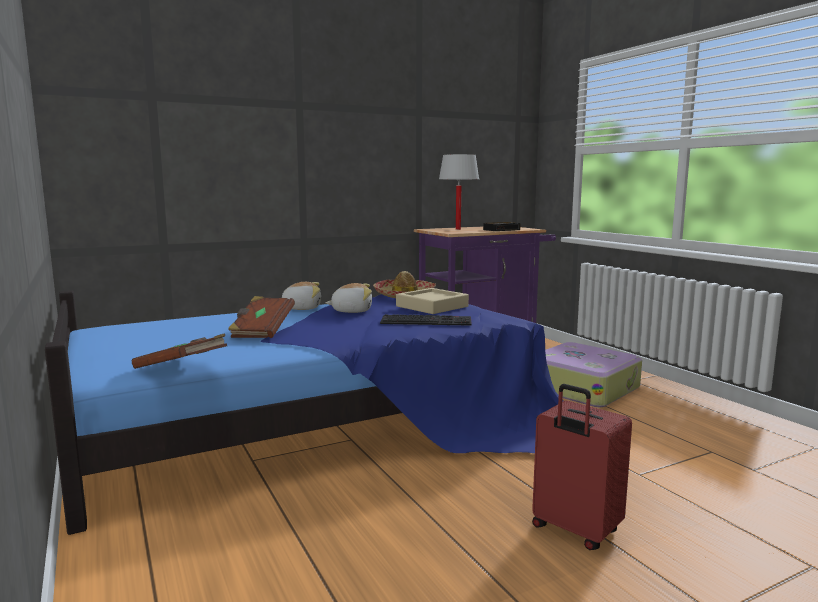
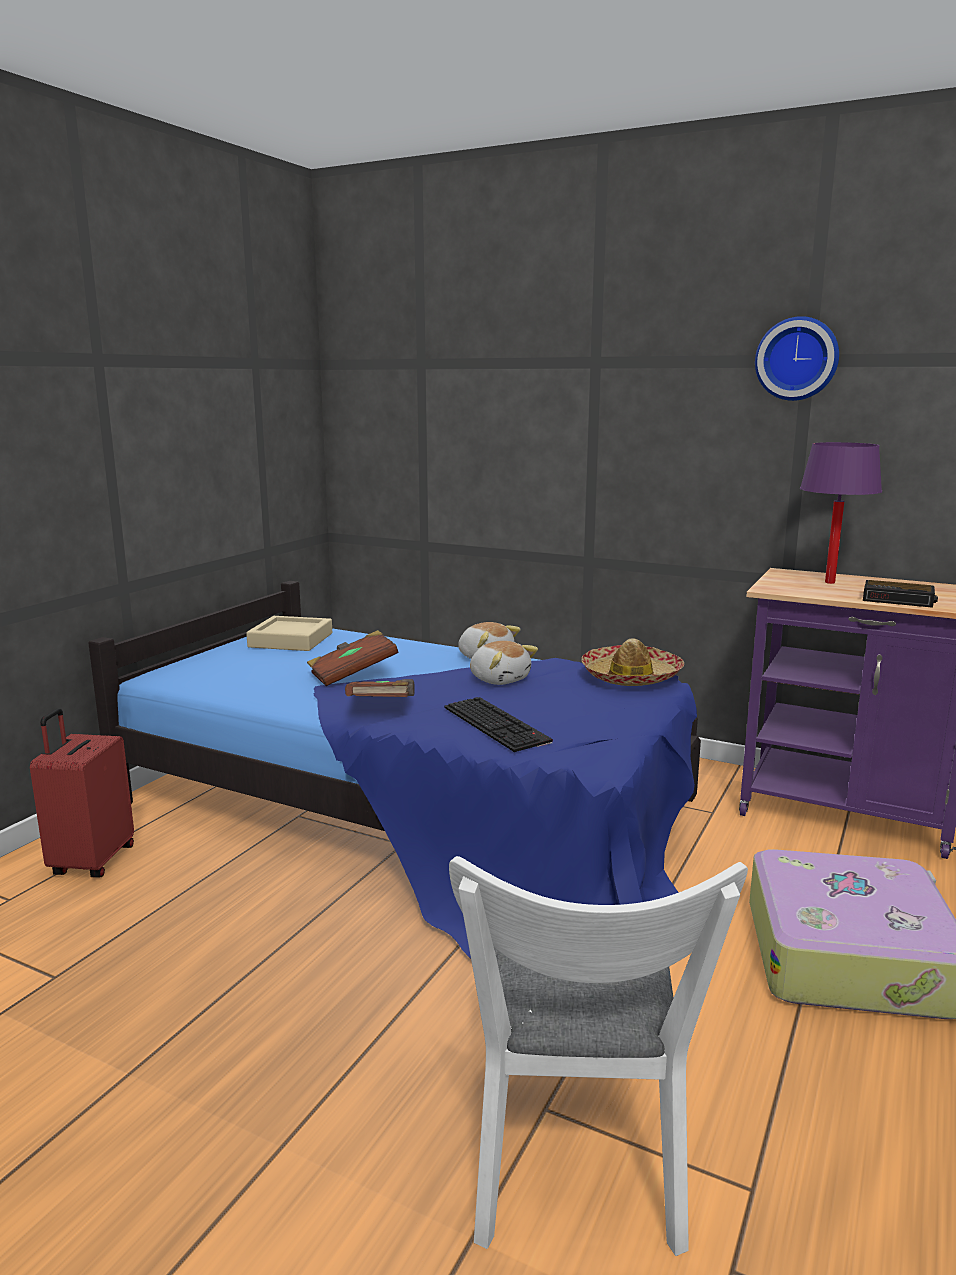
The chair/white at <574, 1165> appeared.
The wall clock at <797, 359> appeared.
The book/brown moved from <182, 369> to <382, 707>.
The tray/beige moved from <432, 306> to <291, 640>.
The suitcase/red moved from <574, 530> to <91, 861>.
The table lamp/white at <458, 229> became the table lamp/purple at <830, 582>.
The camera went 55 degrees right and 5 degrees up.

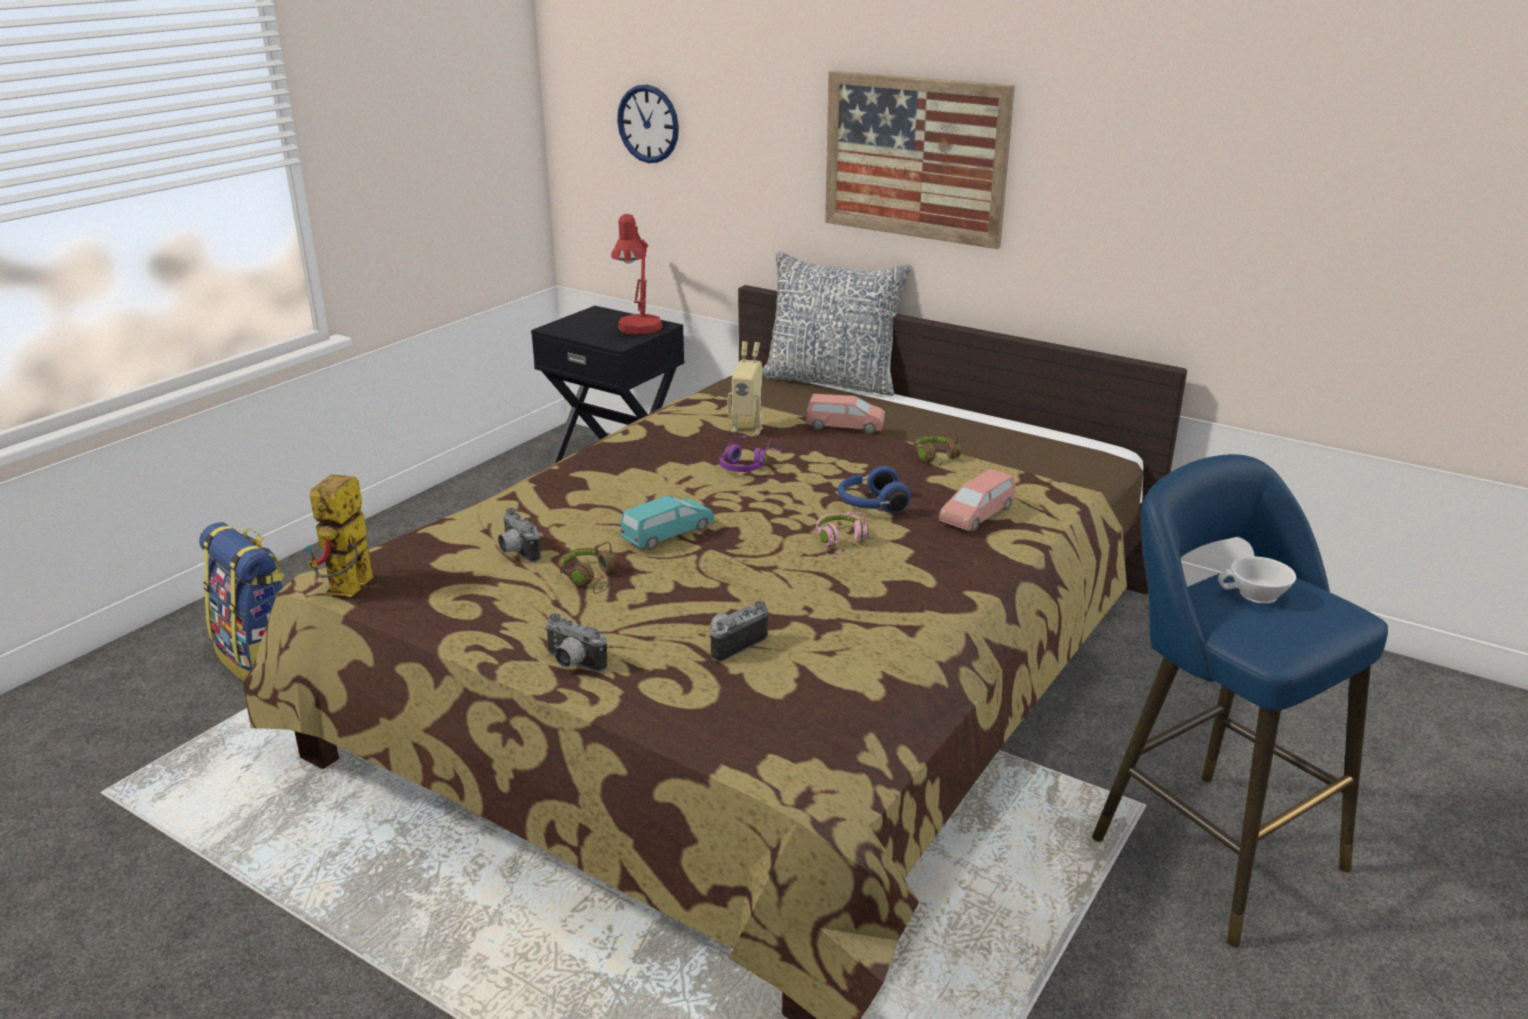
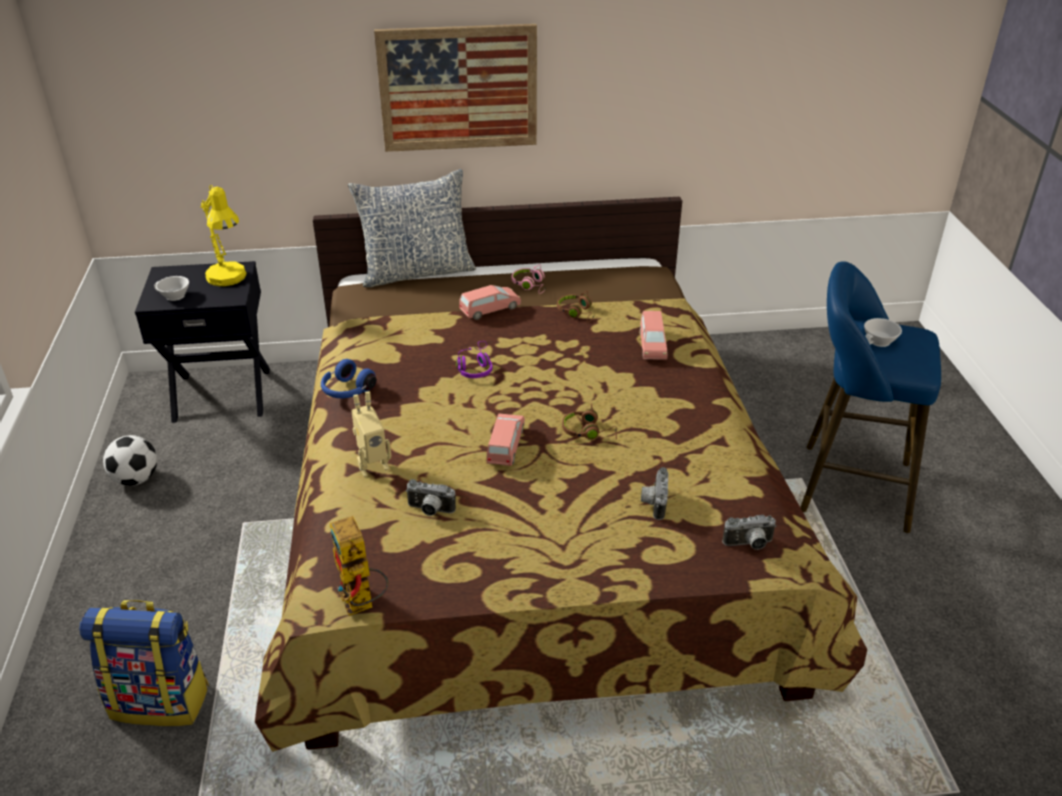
The wall clock at <648, 124> disappeared.
The football at <136, 479> appeared.
The cup/white at <173, 296> appeared.
The photo camera moved from <572, 664> to <749, 545>.
The headphones/brown moved from <591, 578> to <588, 431>.
The toy robot moved from <748, 428> to <372, 465>.
The headphones/pink moved from <840, 542> to <530, 285>.
The headphones/blue moved from <871, 505> to <347, 391>.
The table lamp/red at <638, 331> became the table lamp/yellow at <229, 280>.
The toy car/turquoise at <667, 534> became the toy car/pink at <505, 446>.
The camera went 40 degrees left and 10 degrees up.

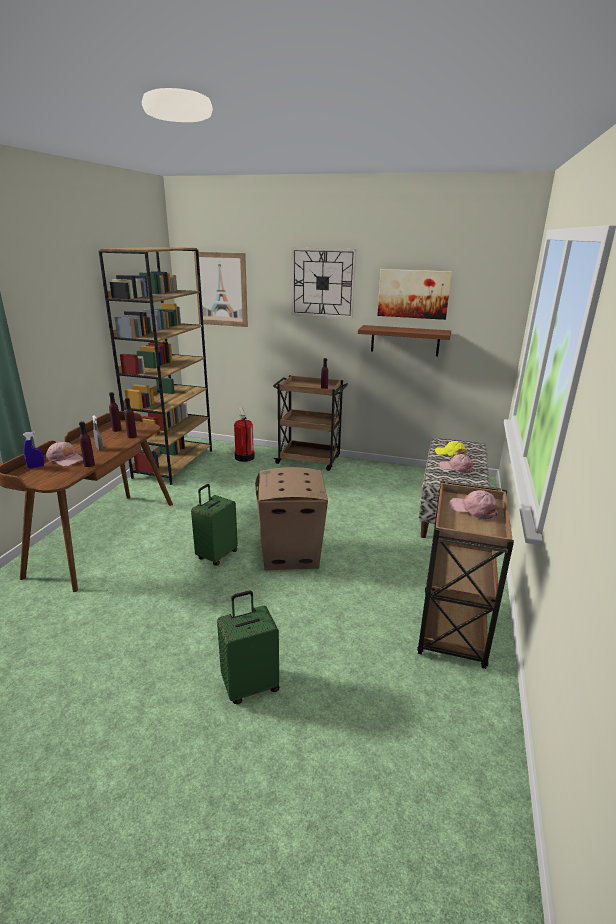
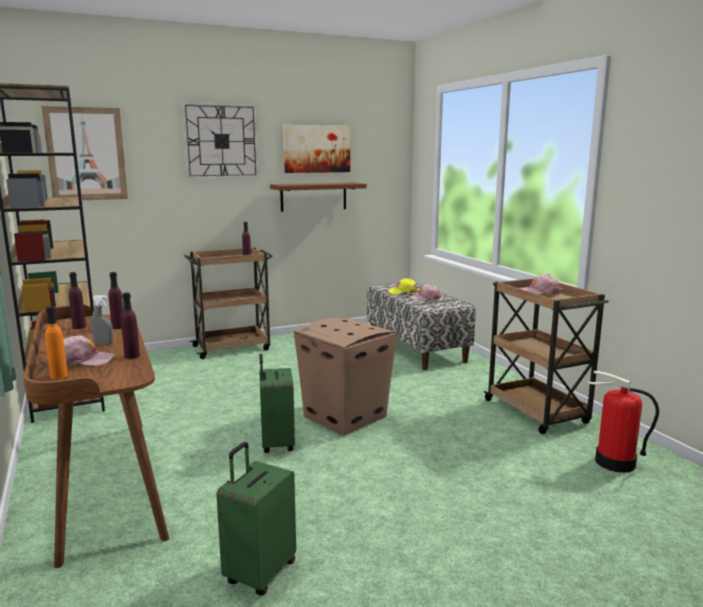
The suitcase/green moved from <250, 685> to <259, 573>.
The fire extinguisher moved from <244, 457> to <614, 463>.
The spray bottle/blue at <36, 467> was replaced by the bottle/orange at <59, 376>.
The camera went 40 degrees left and 10 degrees down.

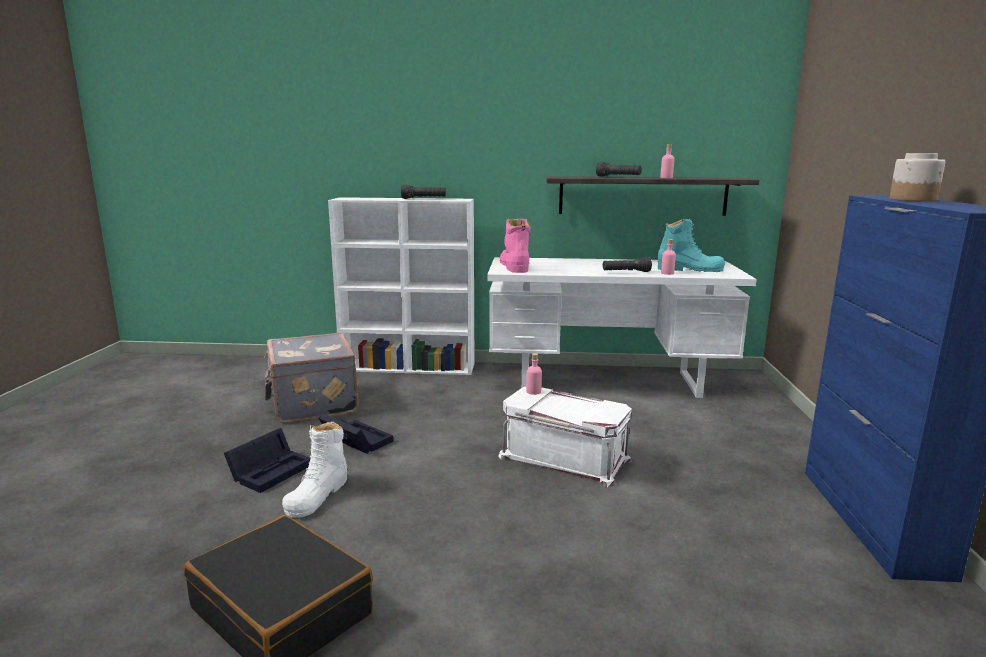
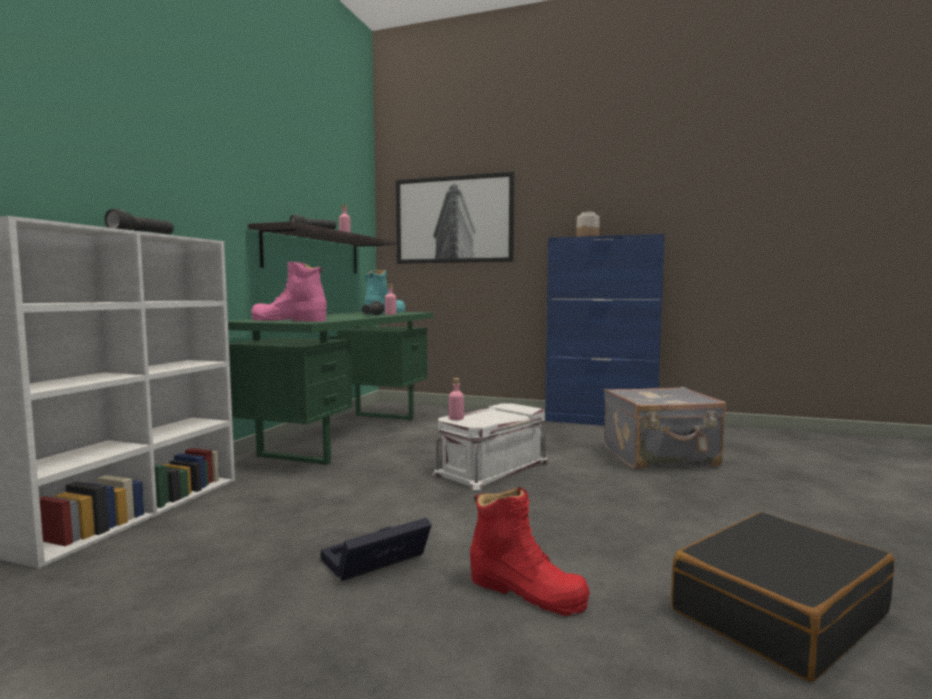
The storage box/black at <272, 470> disappeared.
The picture at <453, 220> appeared.
The suitcase/grey moved from <312, 403> to <660, 457>.
The boot/white at <317, 495> became the boot/red at <527, 591>.
The desk/white at <608, 382> became the desk/green at <345, 435>.
The camera went 75 degrees left and 10 degrees down.

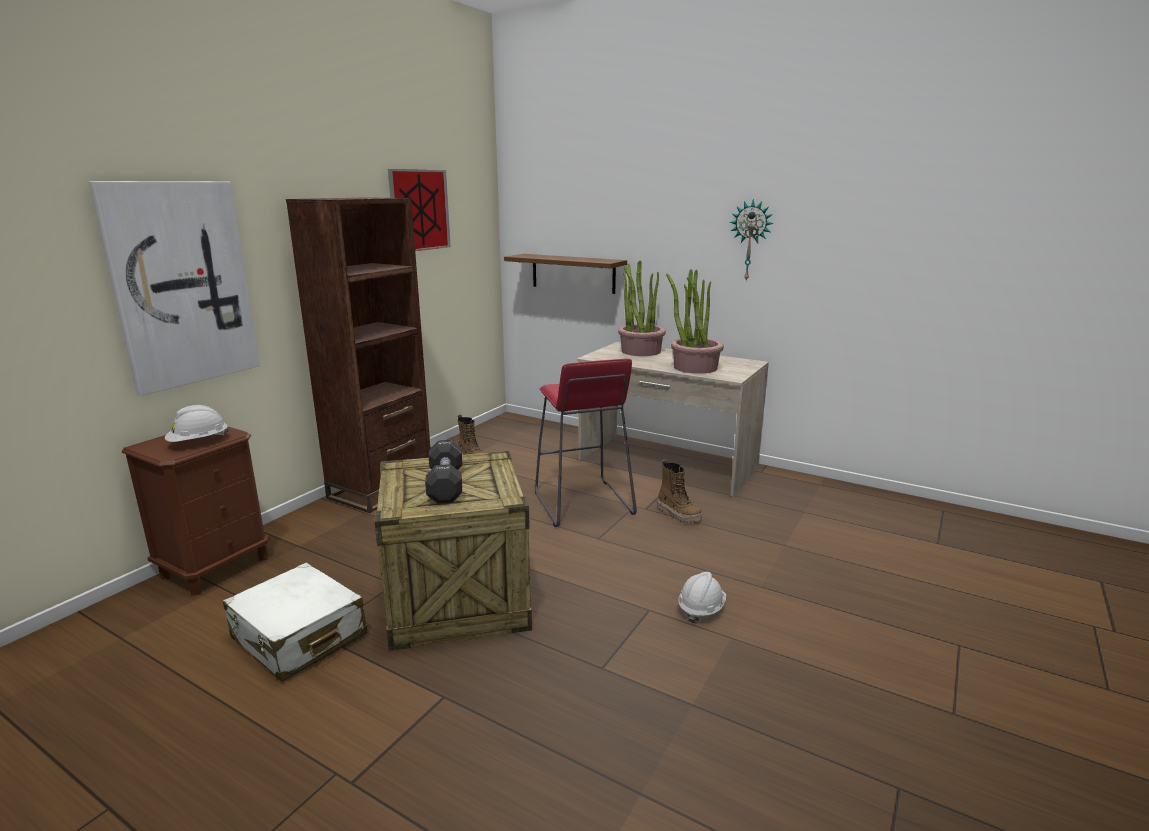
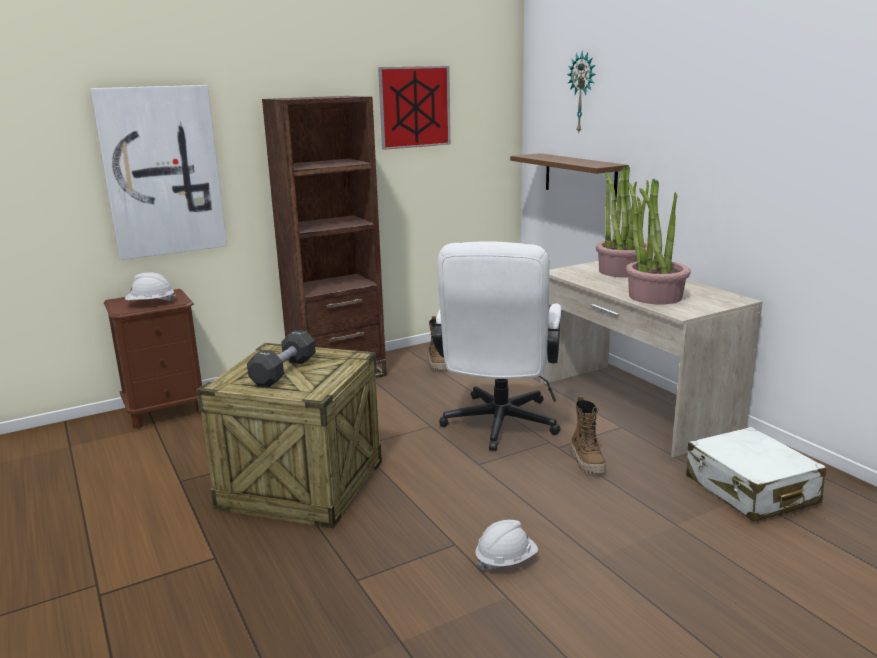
The suitcase/white moved from <299, 637> to <750, 490>.
The wall clock moved from <750, 241> to <583, 92>.
The stool/red at <582, 503> was replaced by the office chair/white at <498, 427>.
The camera went 30 degrees right and 0 degrees up.

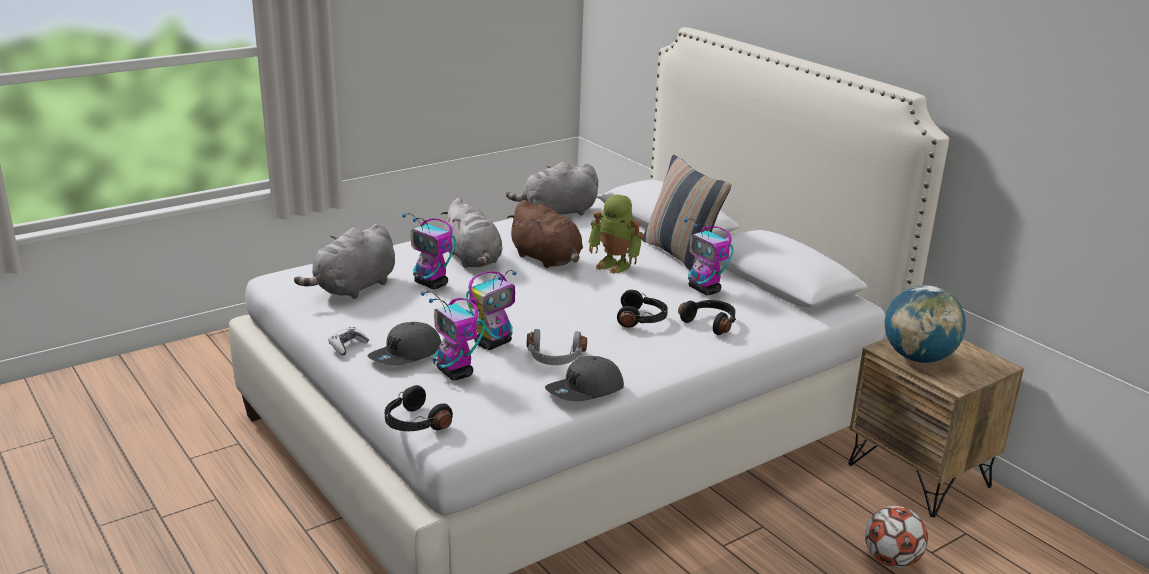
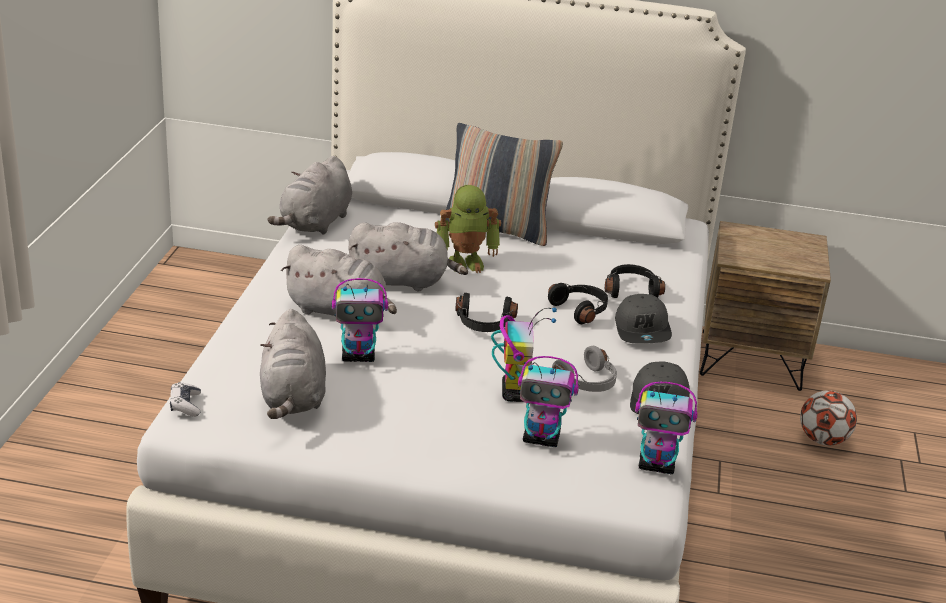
The globe at <918, 358> disappeared.
The game controller moved from <347, 346> to <185, 405>.
The cap/grey moved from <406, 356> to <643, 330>.
The headphones/black moved from <414, 423> to <484, 324>.
The toy robot moved from <705, 290> to <657, 465>.
The plush toy/brown at <547, 259> became the plush toy/grey at <403, 281>.
The camera went 45 degrees left and 5 degrees up.

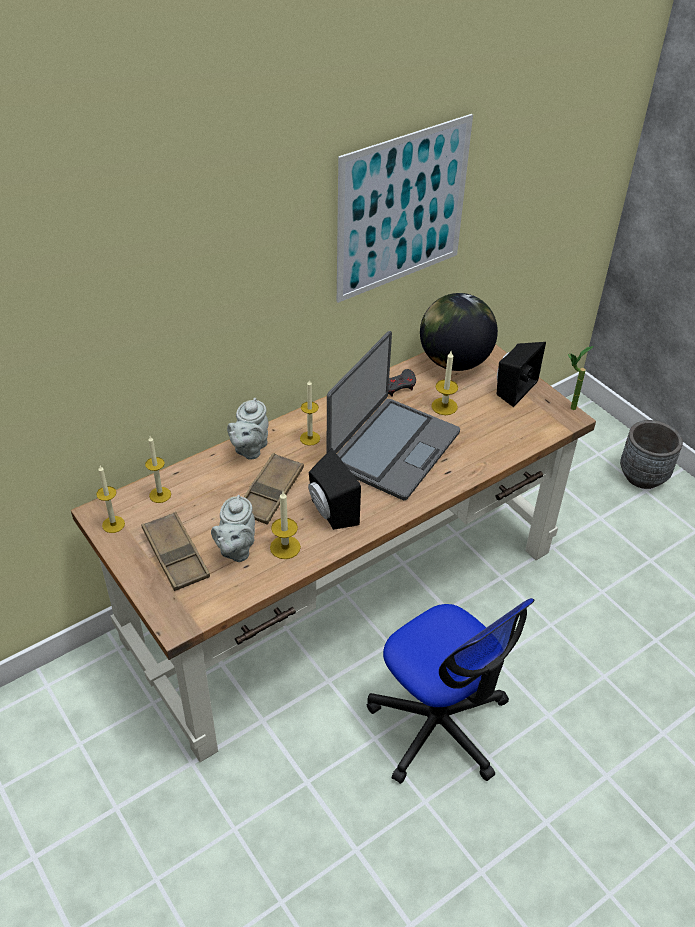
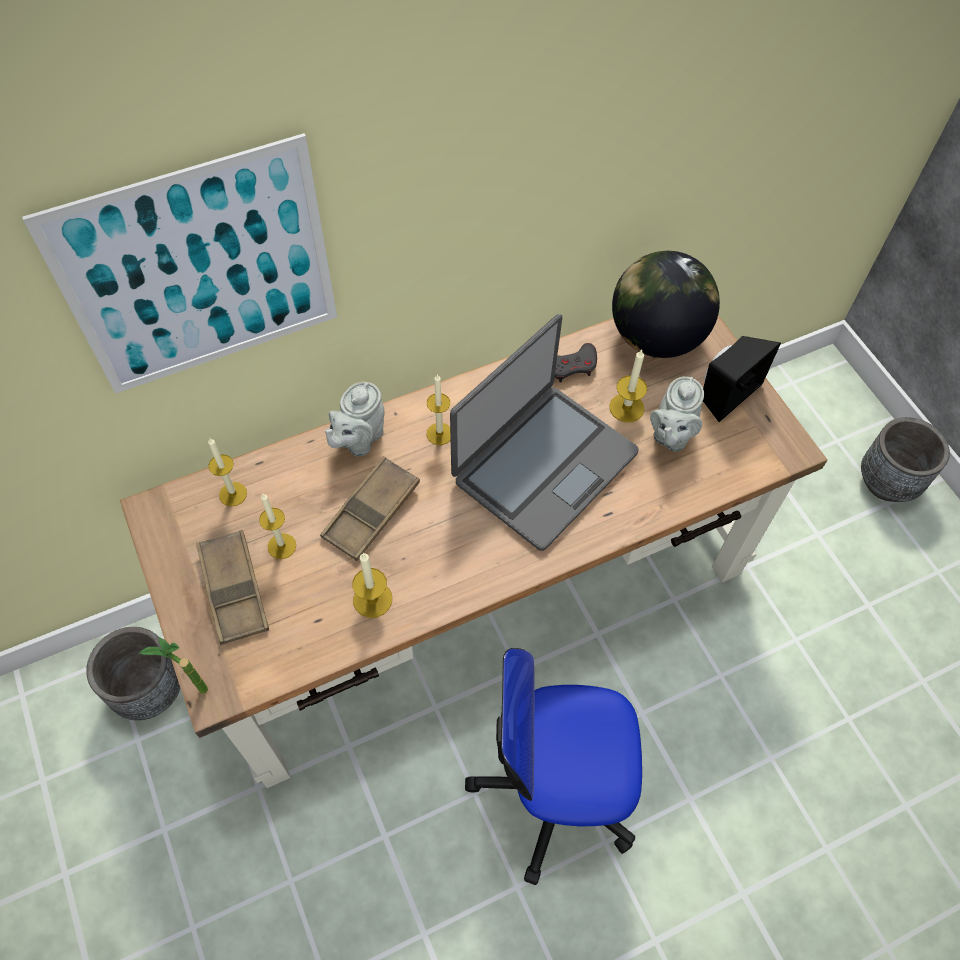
The speaker/black at <330, 513> disappeared.
The planter/grey at <149, 690> appeared.
The candle moved from <113, 524> to <282, 546>.
The teapot/grey moved from <236, 549> to <671, 435>.
The picture moved from <402, 209> to <201, 272>.
The potted plant moved from <567, 408> to <194, 689>.
The office chair at <439, 725> turned 120 degrees clockwise.
The camera went 10 degrees right and 15 degrees up.

